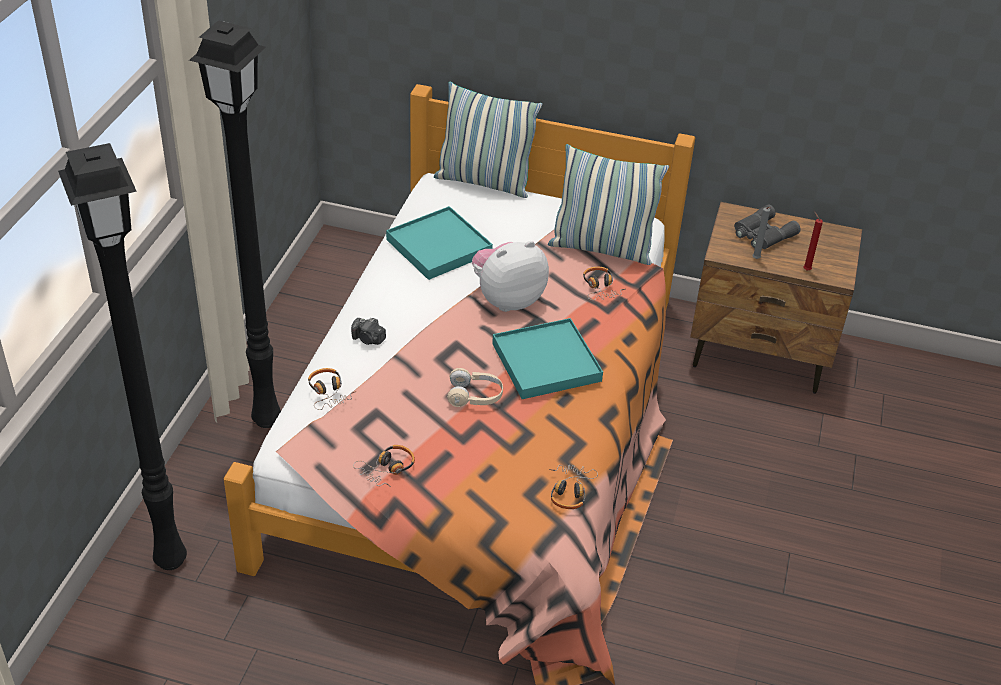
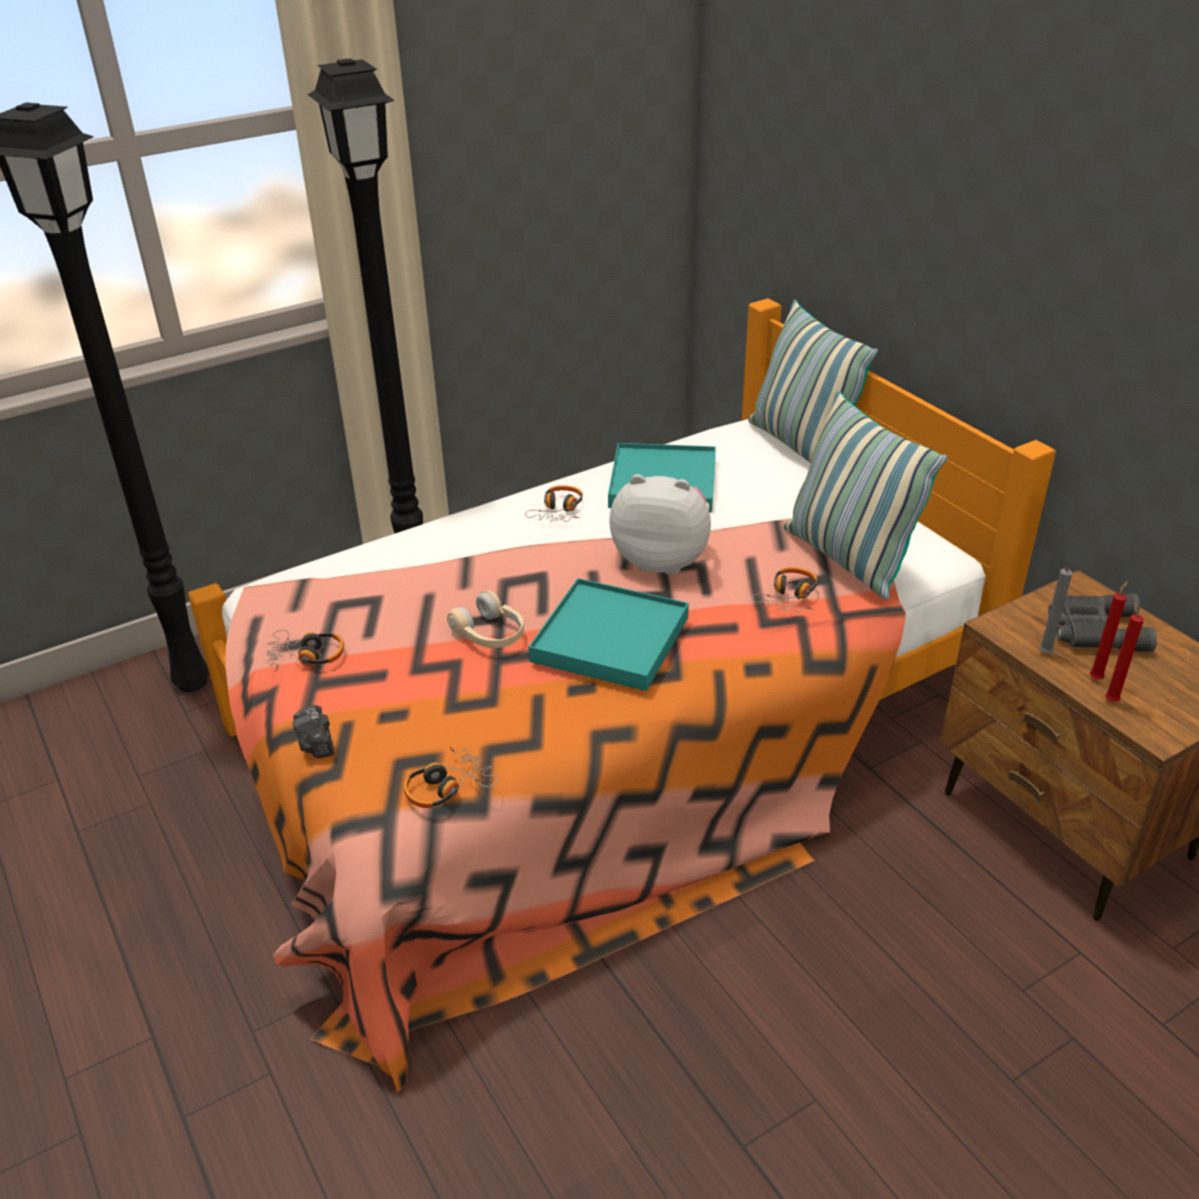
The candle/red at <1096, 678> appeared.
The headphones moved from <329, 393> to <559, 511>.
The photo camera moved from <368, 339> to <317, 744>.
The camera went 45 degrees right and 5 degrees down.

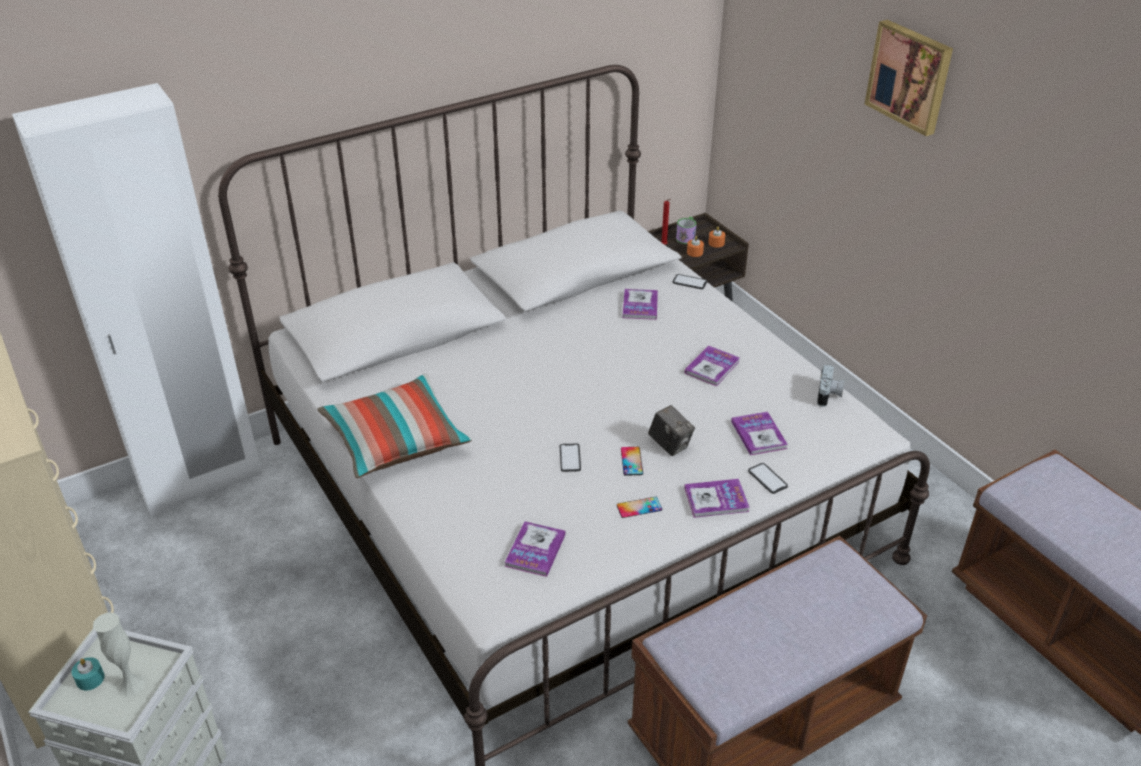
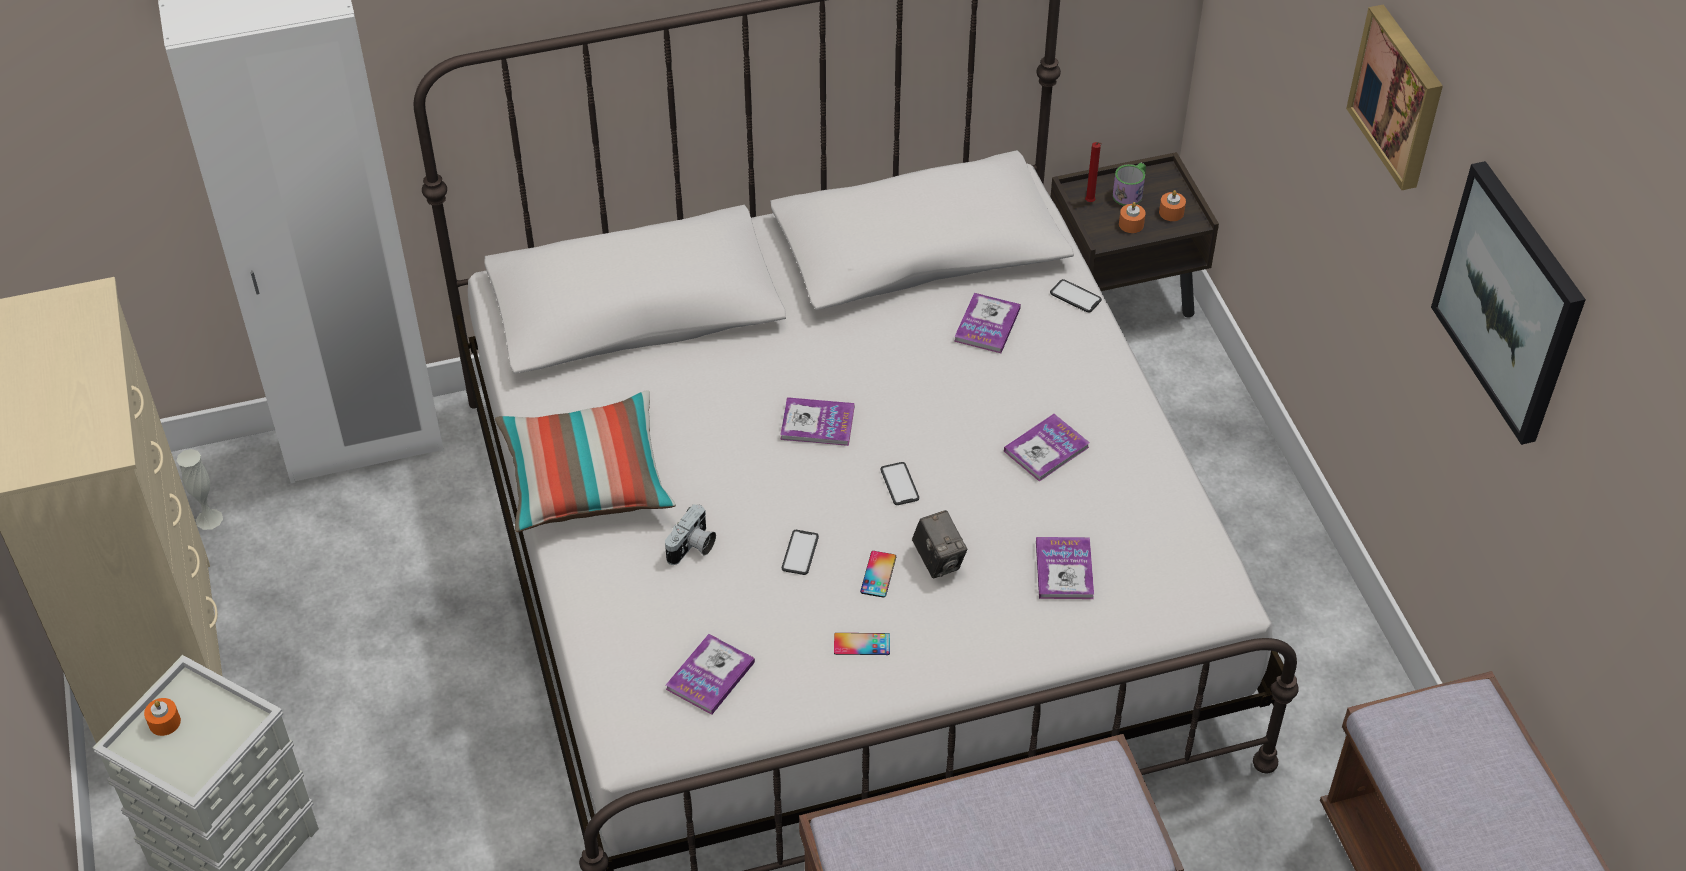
The picture at <1510, 302> appeared.
The vase/white moved from <131, 684> to <209, 519>.
The book moved from <716, 499> to <817, 423>.
The phone moved from <767, 479> to <899, 484>.
The photo camera moved from <829, 395> to <693, 547>.
The candle/turquoise at <90, 679> became the candle/orange at <164, 722>.
The camera went 15 degrees right and 10 degrees up.

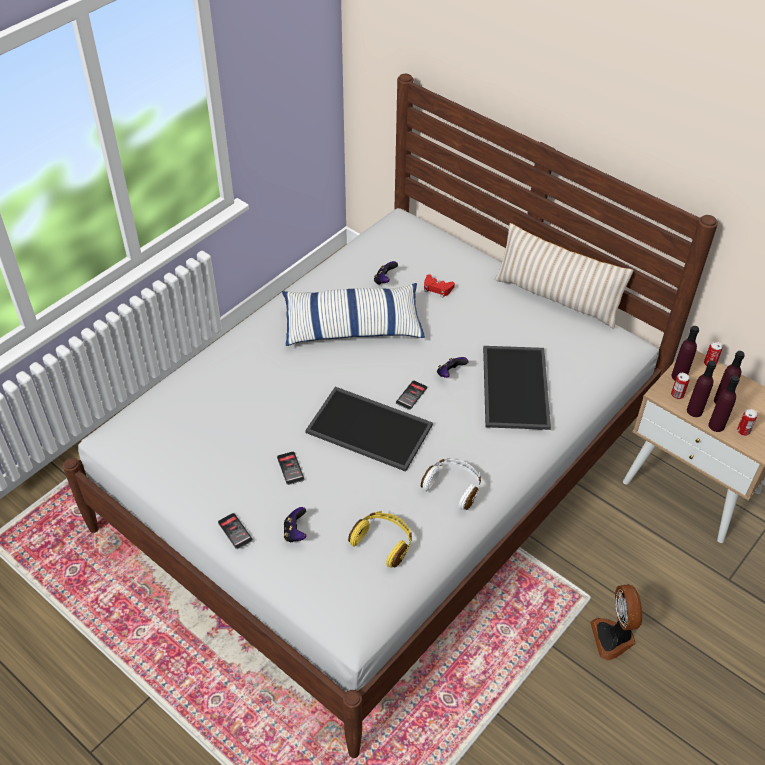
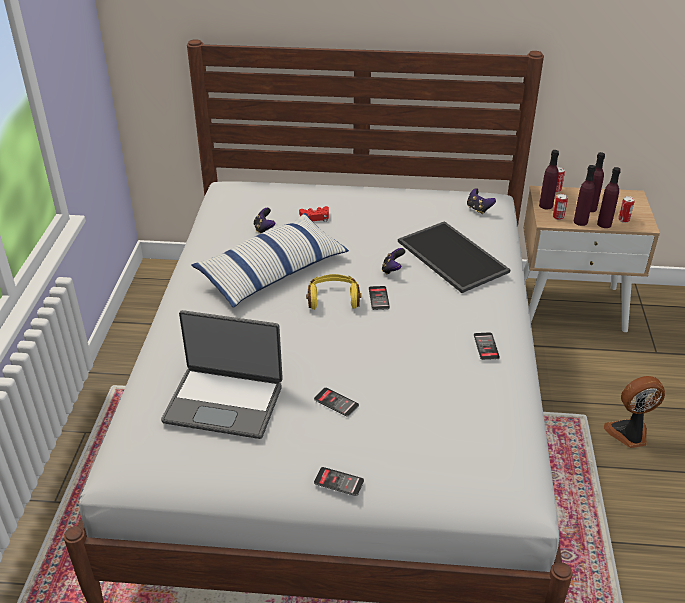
The tray at <371, 428> disappeared.
The pillow/beige at <557, 298> disappeared.
The laptop at <224, 402> appeared.
The game controller moved from <295, 532> to <478, 209>.
The headphones/yellow moved from <383, 542> to <333, 299>.
The headphones/white at <453, 487> was replaced by the phone at <486, 346>.
The fan at <614, 637> turned 120 degrees clockwise.
The camera went 35 degrees left and 10 degrees down.

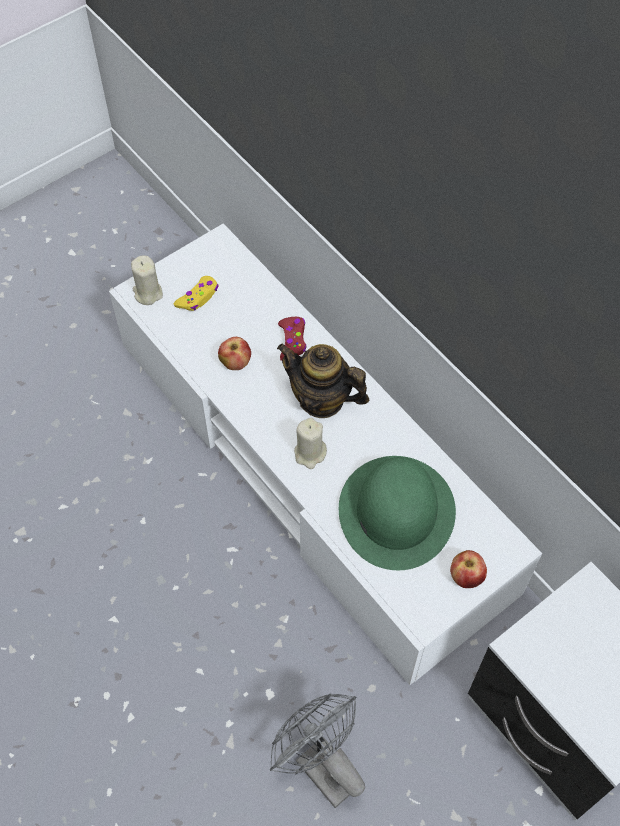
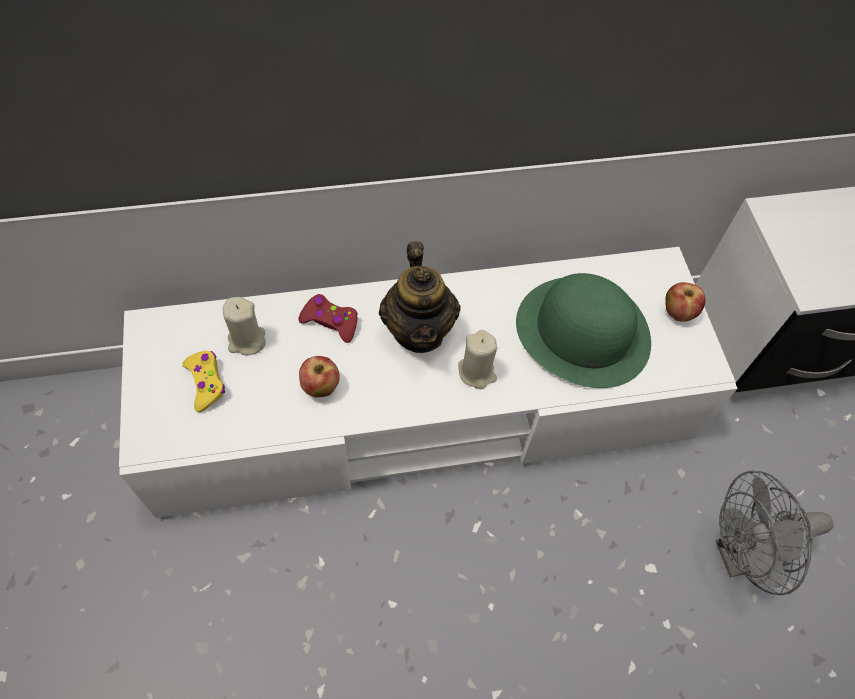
The candle/beige moved from <148, 293> to <246, 340>.
The teapot at <322, 399> turned 60 degrees counterclockwise.
The camera went 65 degrees left and 0 degrees up.

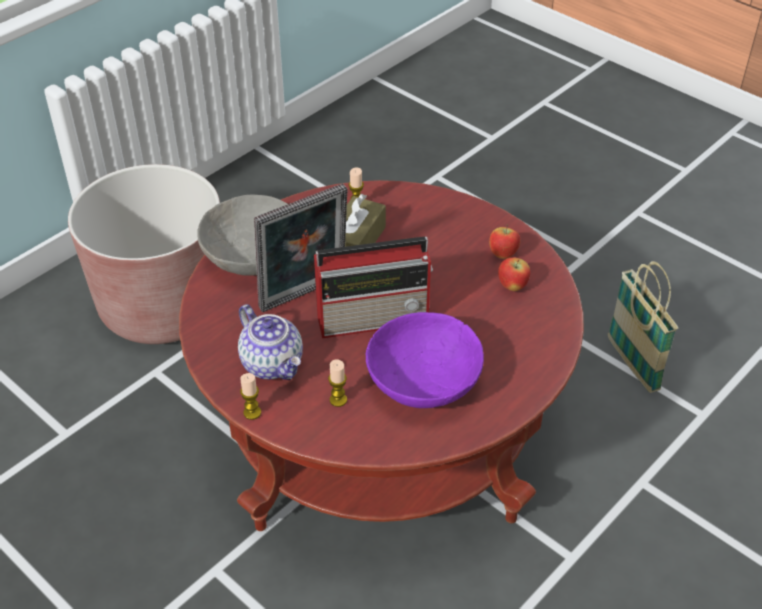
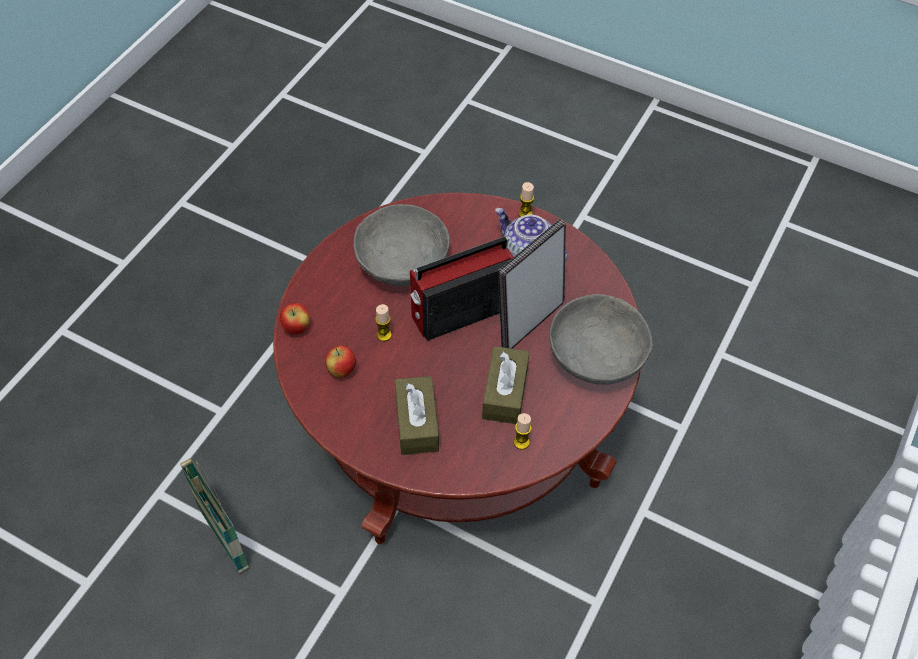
The planter/brown at <163, 306> disappeared.
The tissue box/brown at <417, 423> appeared.
The candle moved from <338, 400> to <384, 335>.
The apple moved from <503, 255> to <297, 328>.
The bowl/purple at <422, 382> became the bowl/grey at <403, 262>.
The camera went 165 degrees right and 10 degrees up.

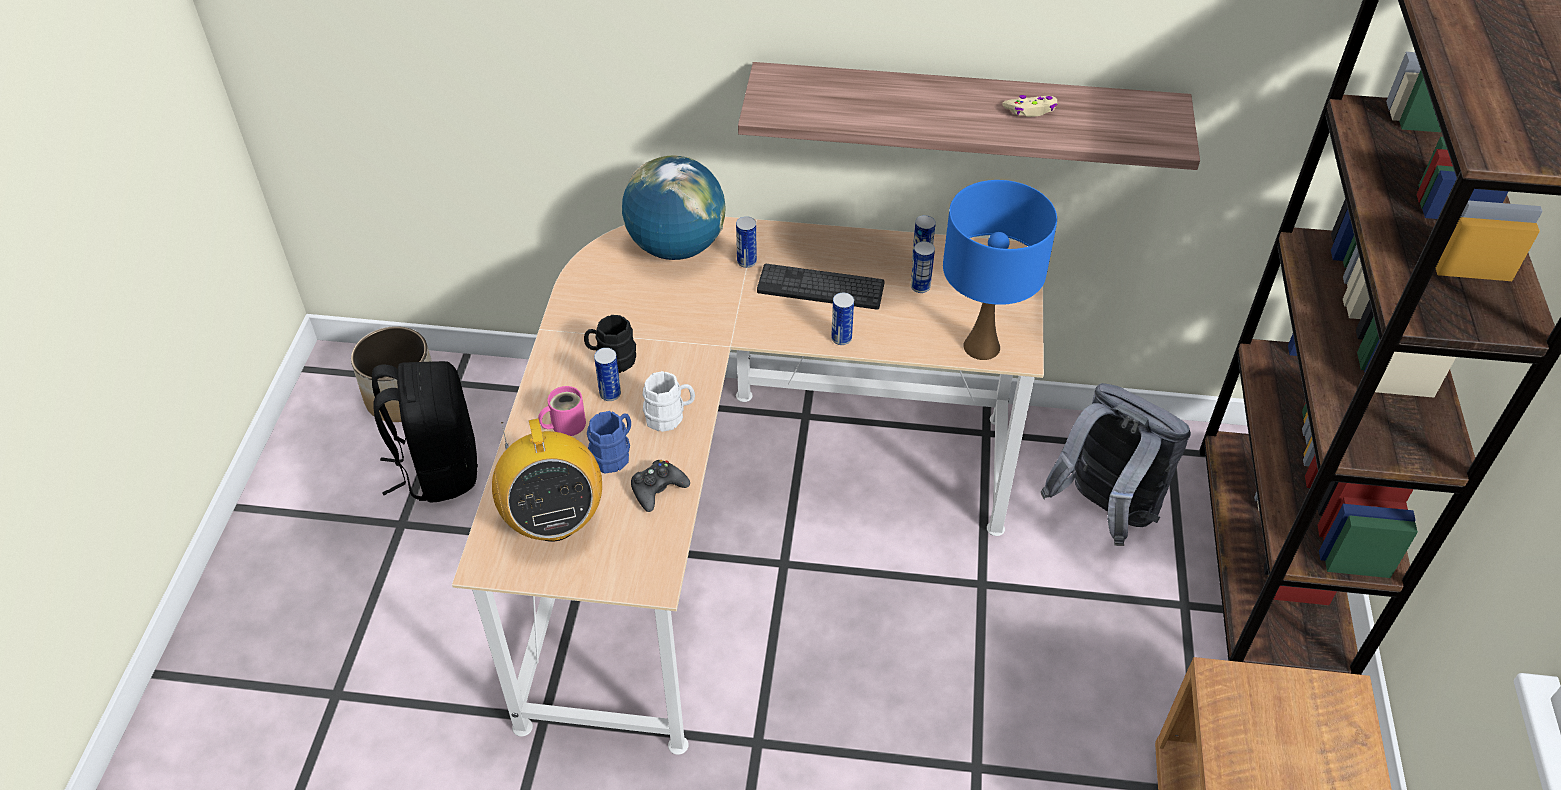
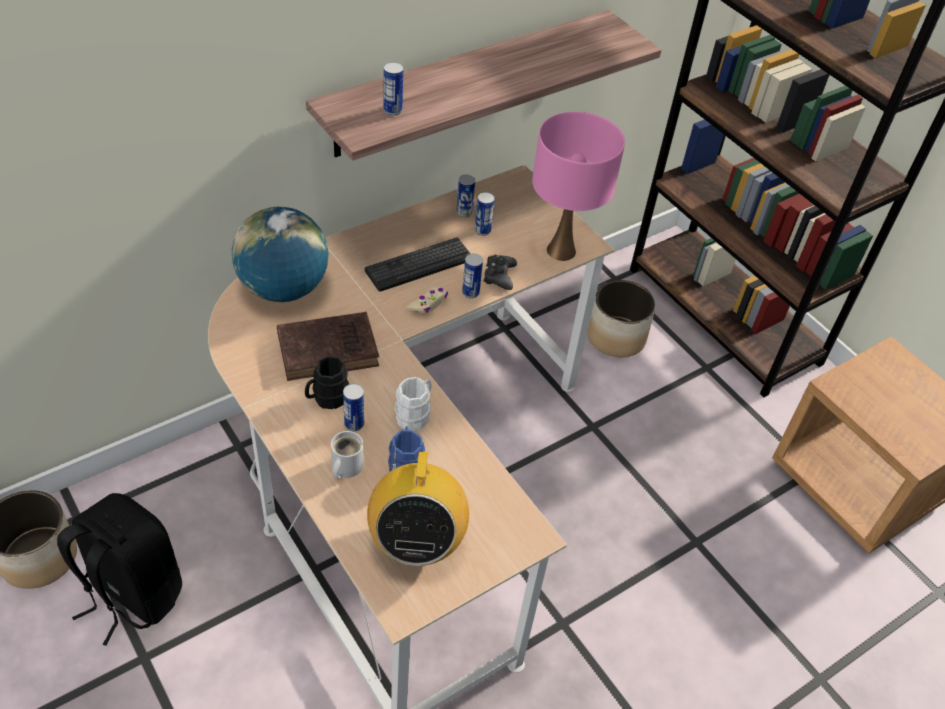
The book/brown at <330, 349> appeared.
The game controller/black moved from <658, 489> to <499, 276>.
The can moved from <746, 261> to <392, 110>.
The game controller/beige moved from <1031, 110> to <428, 303>.
The backpack/grey at <1104, 511> was replaced by the planter at <615, 337>.
The mug/pink at <565, 424> became the mug/white at <345, 467>.
The table lamp/blue at <981, 346> became the table lamp/pink at <560, 250>.
The radio at <554, 520> turned 60 degrees clockwise.
The camera went 45 degrees left and 0 degrees up.

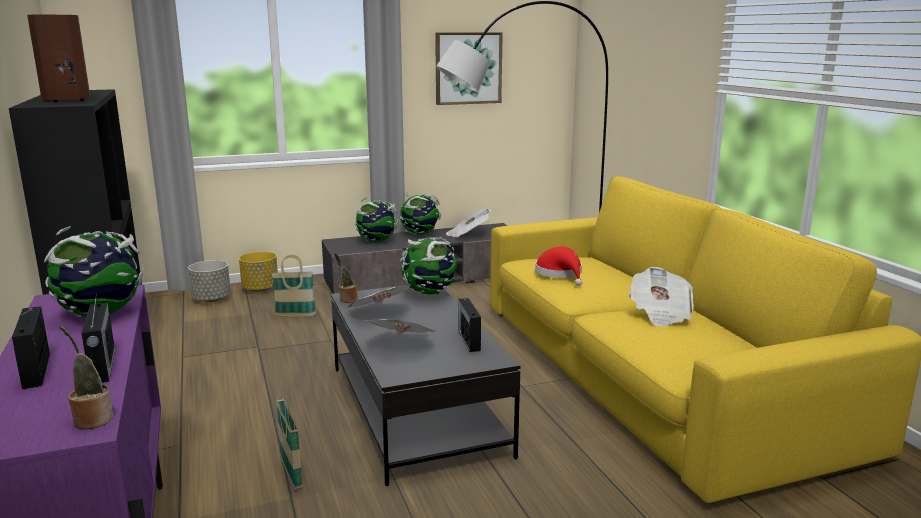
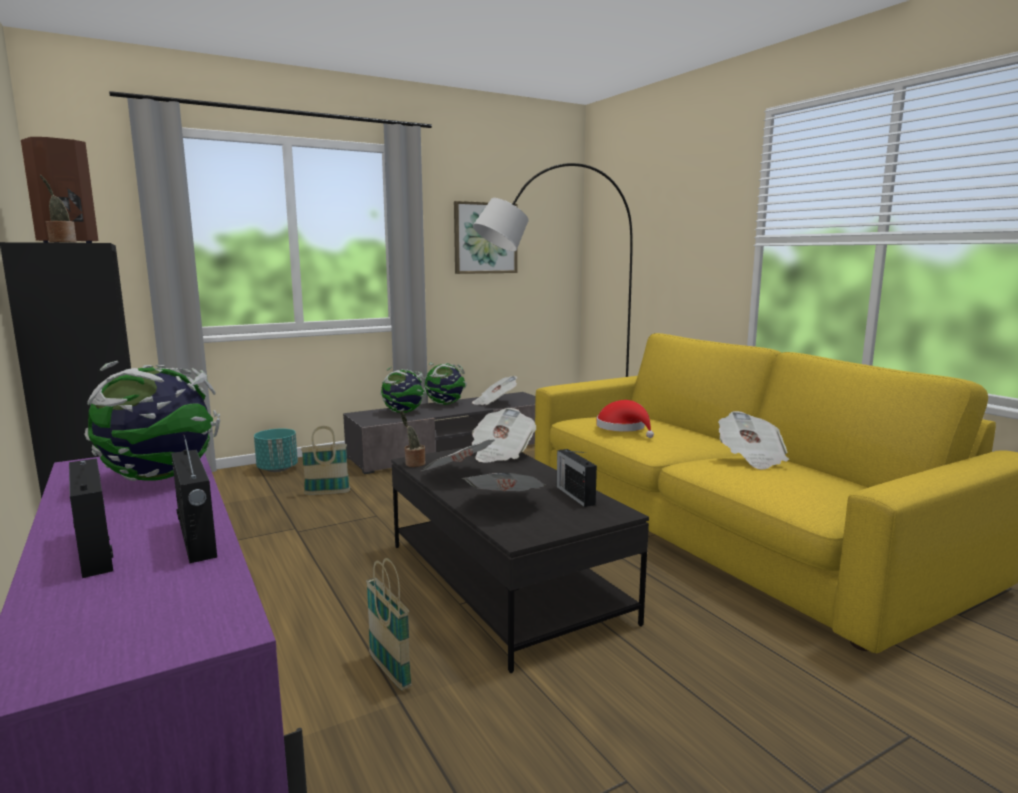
The planter/grey at <211, 299> disappeared.
The potted plant moved from <91, 419> to <61, 242>.
The globe at <429, 294> was replaced by the newspaper at <501, 453>.
The planter/yellow at <260, 289> became the planter/turquoise at <278, 469>.
The camera went 10 degrees left and 5 degrees down.

